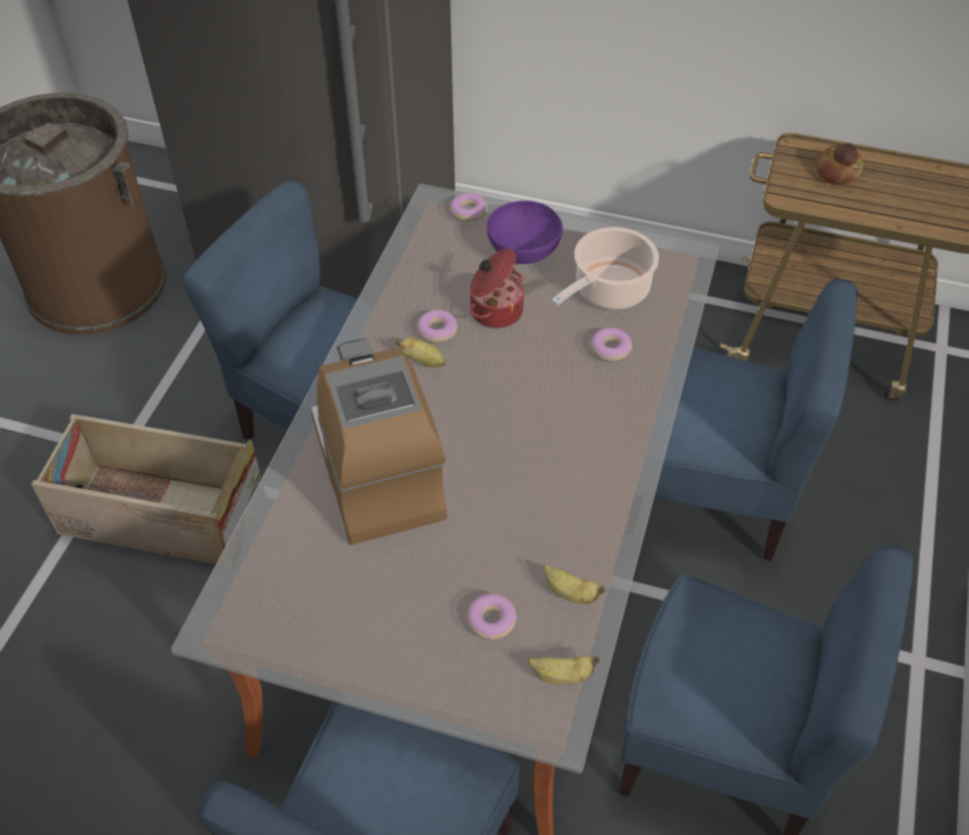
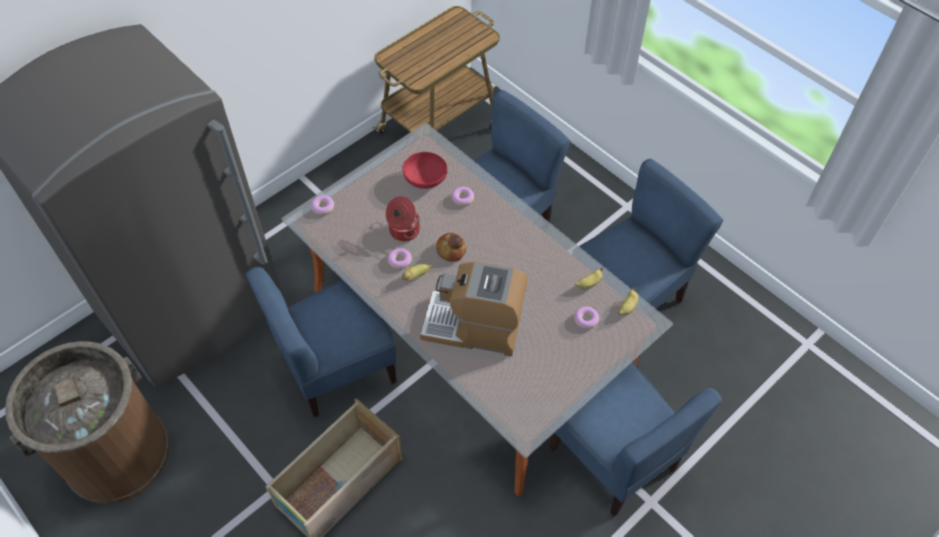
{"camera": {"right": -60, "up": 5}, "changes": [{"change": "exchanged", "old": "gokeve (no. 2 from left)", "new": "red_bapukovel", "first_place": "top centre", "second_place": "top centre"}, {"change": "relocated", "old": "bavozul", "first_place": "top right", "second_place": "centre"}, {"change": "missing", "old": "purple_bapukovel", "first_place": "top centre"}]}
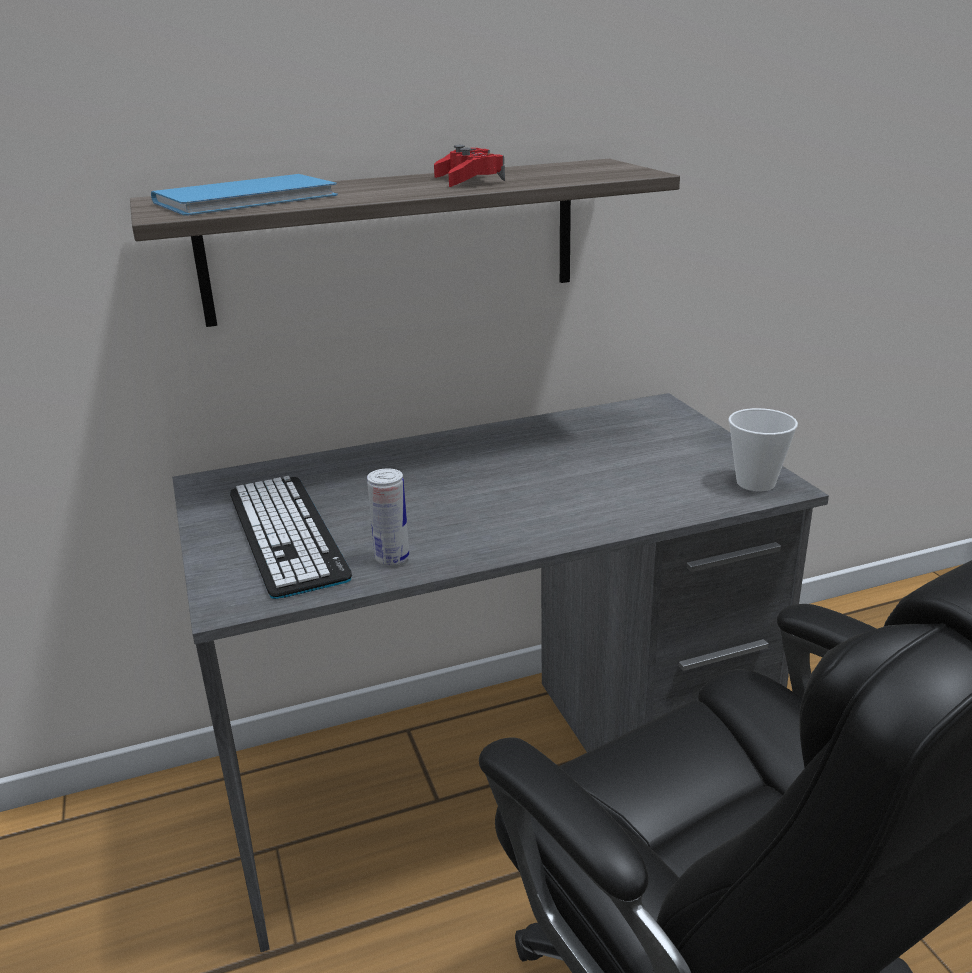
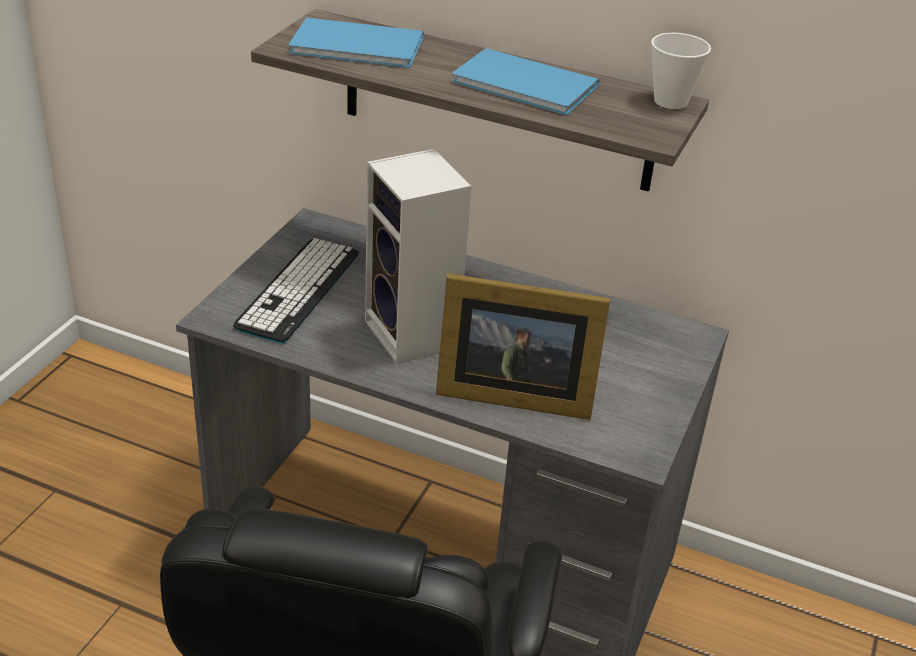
{"camera": {"right": 40, "up": 10}, "changes": [{"change": "appeared", "new": "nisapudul", "second_place": "centre"}, {"change": "appeared", "new": "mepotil", "second_place": "centre"}, {"change": "exchanged", "old": "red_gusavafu", "new": "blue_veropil (no. 2 from left)", "first_place": "top centre", "second_place": "top centre"}, {"change": "relocated", "old": "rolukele", "first_place": "middle right", "second_place": "top right"}, {"change": "missing", "old": "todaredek", "first_place": "centre"}]}
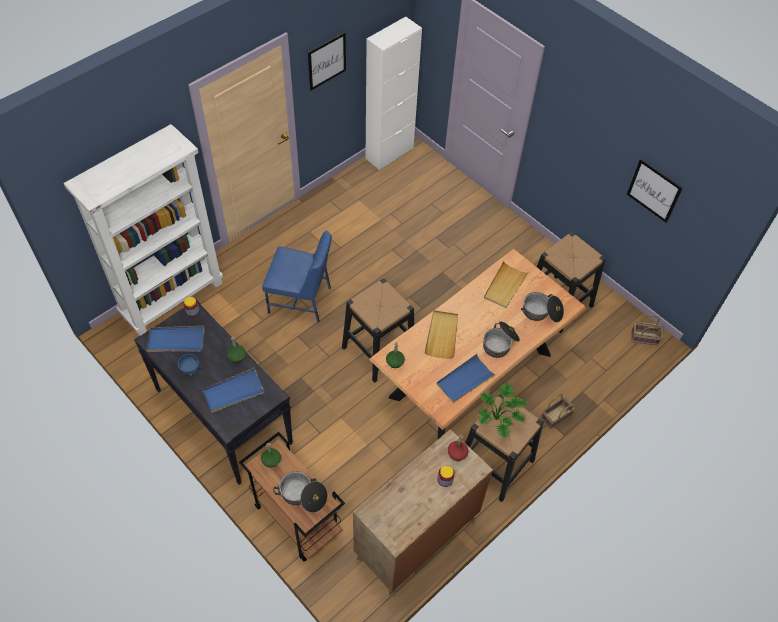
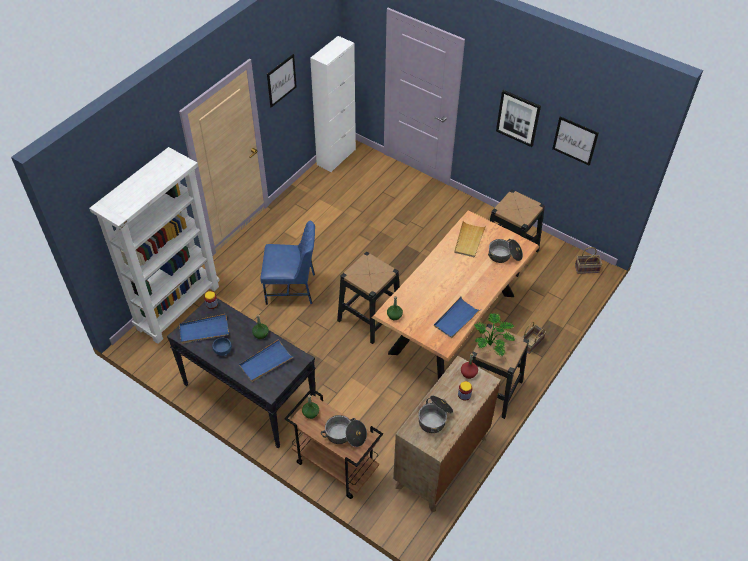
{"camera": {"right": -10, "up": -5}, "changes": [{"change": "relocated", "old": "gokeve (no. 2 from left)", "first_place": "centre", "second_place": "bottom centre"}, {"change": "appeared", "new": "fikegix (no. 2 from left)", "second_place": "top right"}, {"change": "missing", "old": "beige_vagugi (no. 1 from left)", "first_place": "centre"}]}
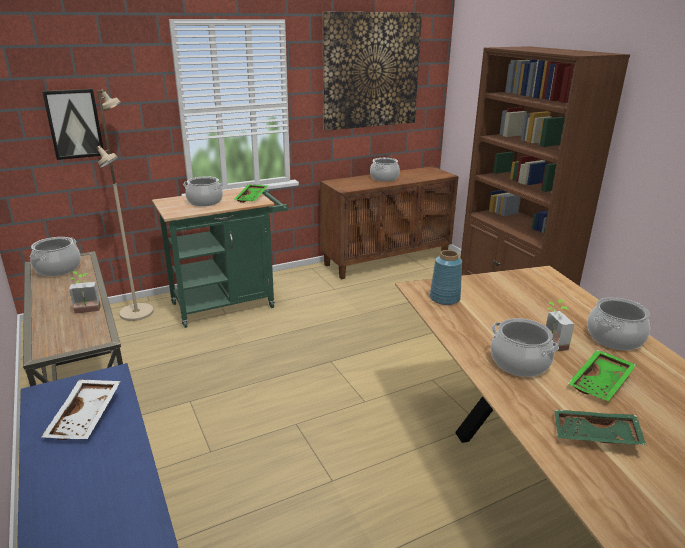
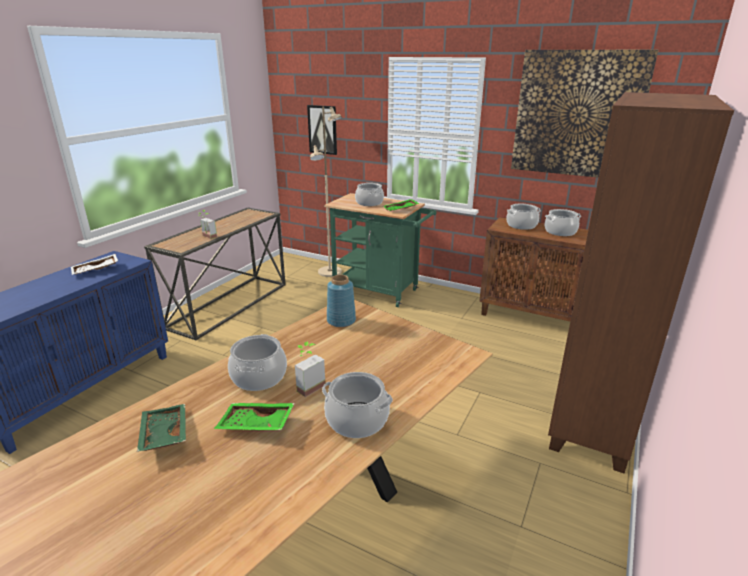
{"camera": {"right": 55, "up": 0}, "changes": [{"change": "relocated", "old": "gokeve (no. 1 from left in the first image)", "new": "gokeve (no. 4 from left)", "first_place": "middle left", "second_place": "middle right"}]}
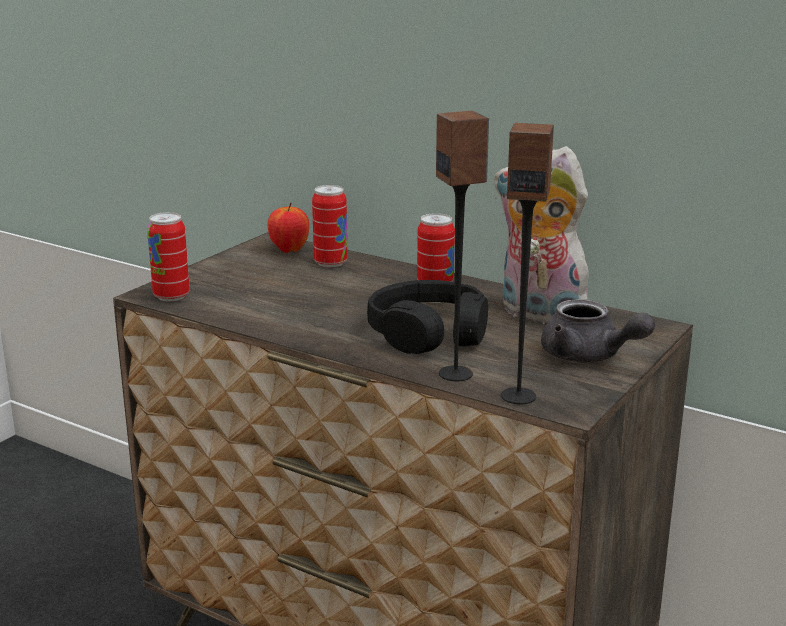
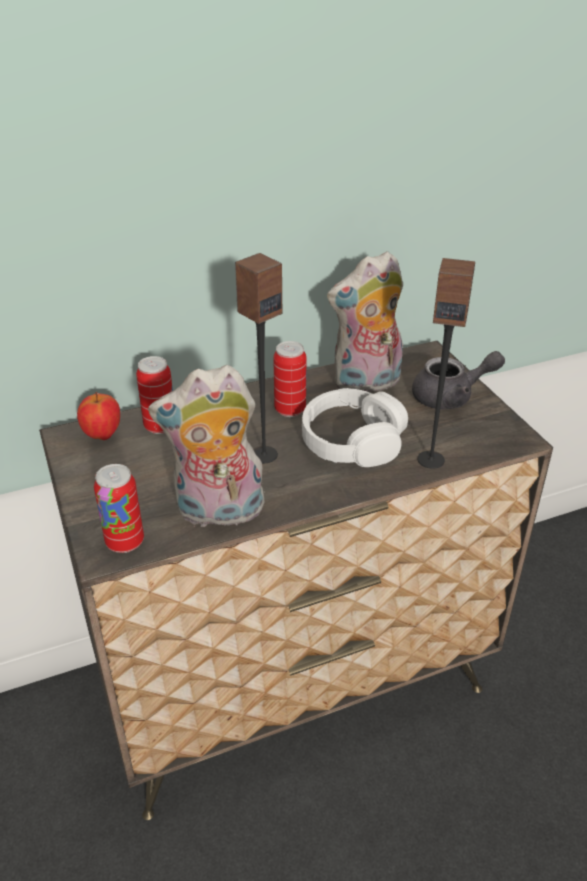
{"camera": {"right": -55, "up": 15}, "changes": [{"change": "appeared", "new": "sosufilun (no. 1 from left)", "second_place": "centre"}, {"change": "relocated", "old": "nisapudul (no. 2 from left in the first image)", "new": "nisapudul (no. 1 from left)", "first_place": "middle right", "second_place": "centre"}, {"change": "colour", "old": "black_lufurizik", "new": "white_lufurizik", "first_place": "centre", "second_place": "centre"}]}
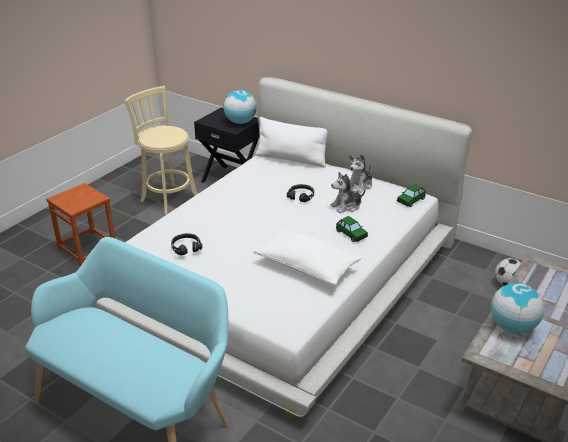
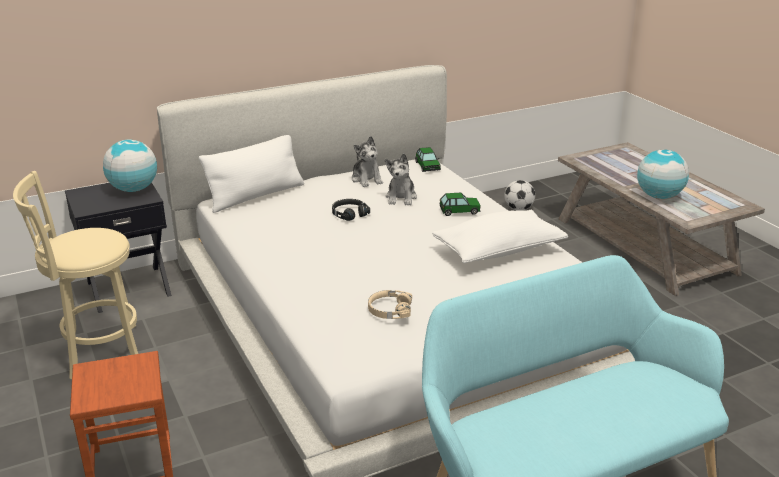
{"camera": {"right": -60, "up": -5}, "changes": [{"change": "colour", "old": "black_lufurizik (no. 1 from left)", "new": "beige_lufurizik", "first_place": "middle left", "second_place": "centre"}]}
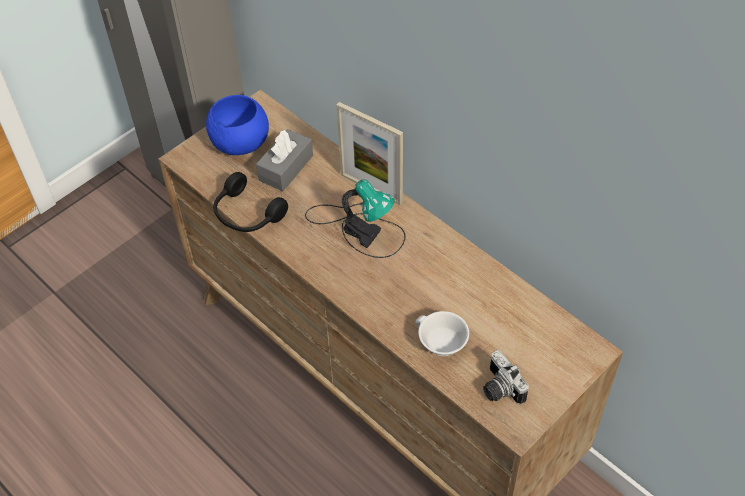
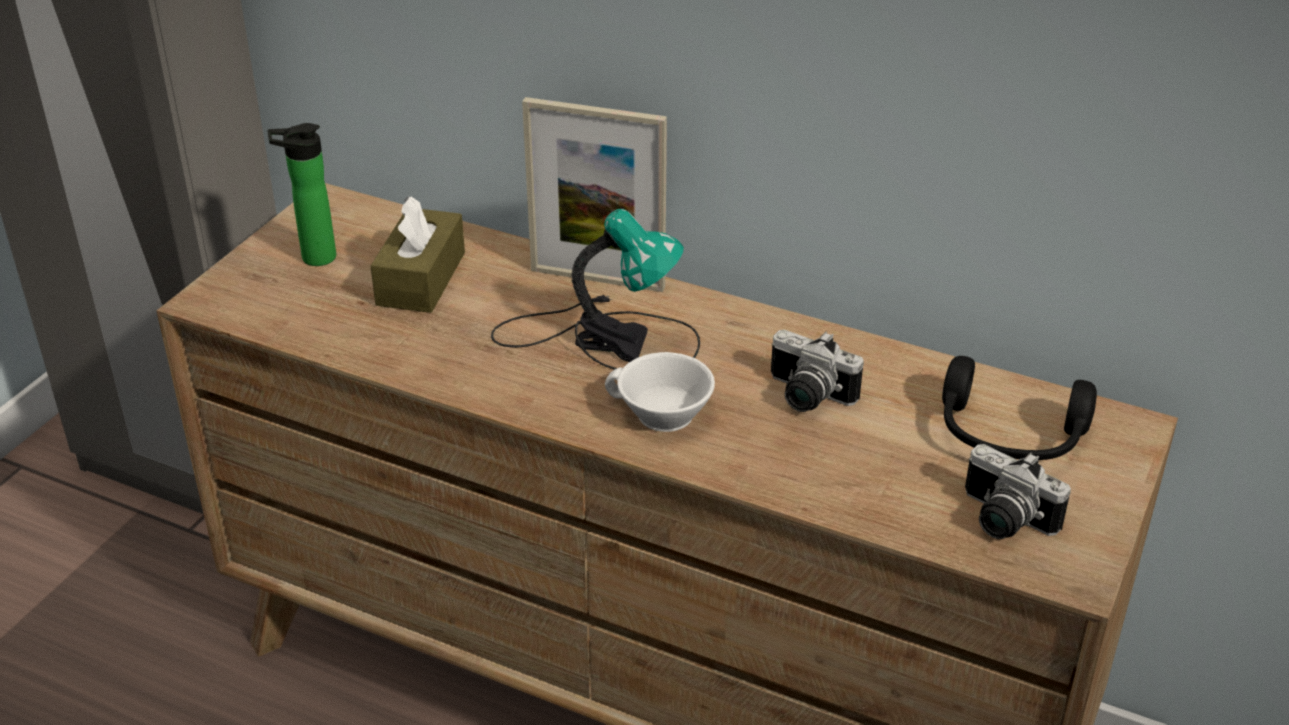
{"camera": {"right": -20, "up": -15}, "changes": [{"change": "exchanged", "old": "blue_bapukovel", "new": "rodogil", "first_place": "top left", "second_place": "top left"}, {"change": "colour", "old": "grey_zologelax", "new": "brown_zologelax", "first_place": "top centre", "second_place": "middle left"}, {"change": "relocated", "old": "white_rolukele", "first_place": "bottom centre", "second_place": "centre"}, {"change": "appeared", "new": "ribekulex (no. 1 from left)", "second_place": "centre"}, {"change": "relocated", "old": "black_lufurizik", "first_place": "centre", "second_place": "middle right"}]}
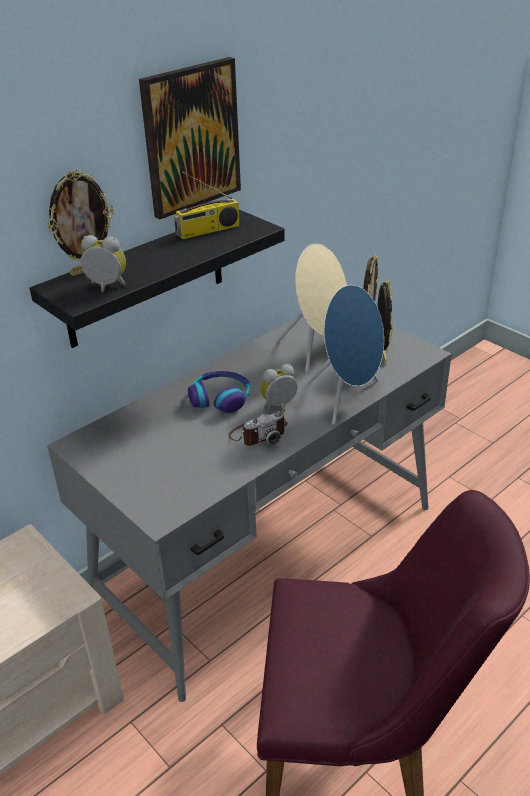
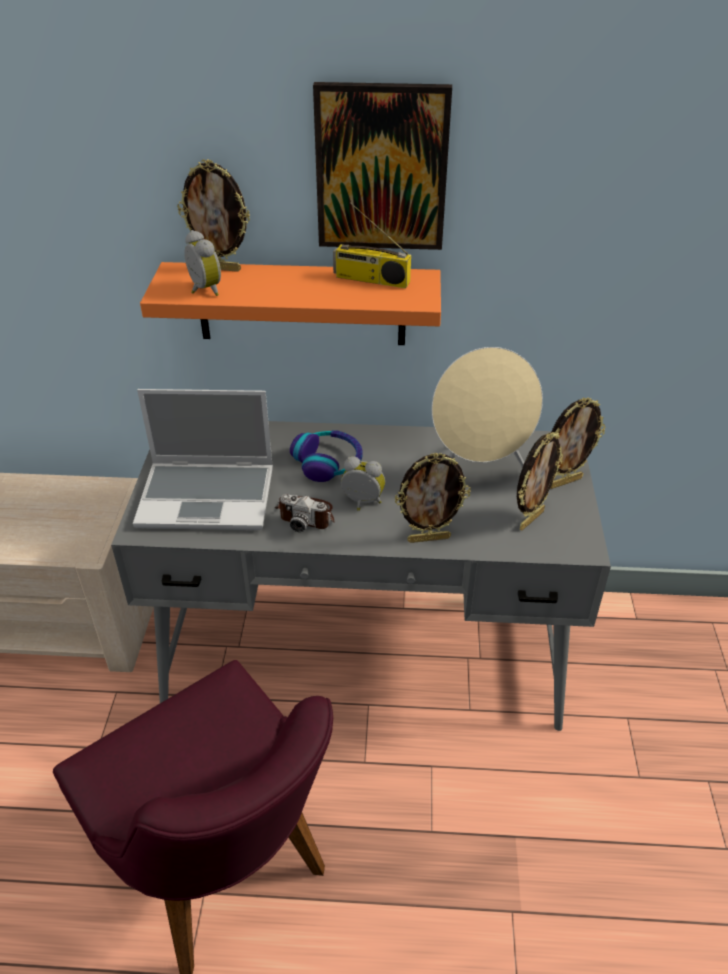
{"camera": {"right": 45, "up": 5}, "changes": [{"change": "appeared", "new": "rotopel", "second_place": "middle left"}, {"change": "colour", "old": "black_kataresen", "new": "orange_kataresen", "first_place": "middle left", "second_place": "top centre"}, {"change": "exchanged", "old": "blue_nisapudul", "new": "mepotil (no. 2 from left)", "first_place": "centre", "second_place": "centre"}]}
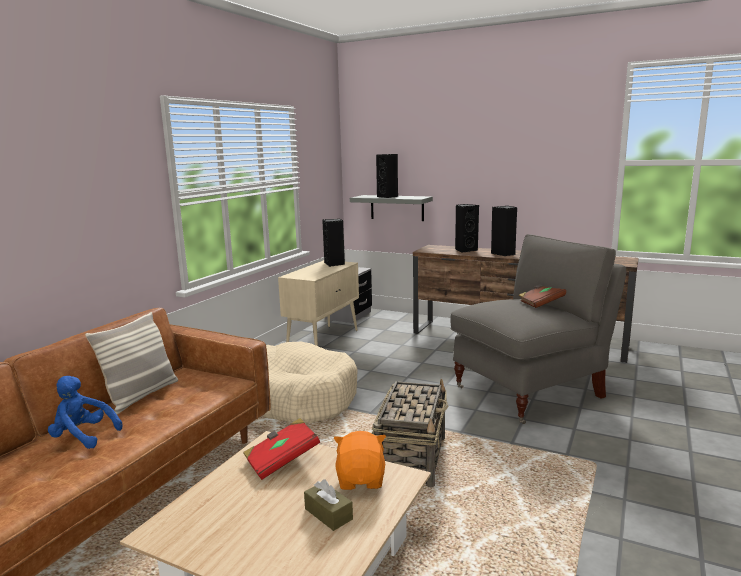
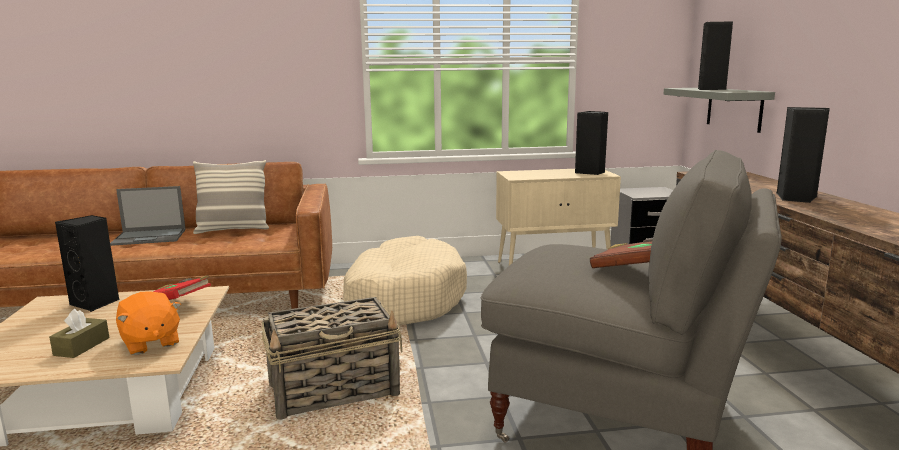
{"camera": {"right": 55, "up": 0}, "changes": [{"change": "relocated", "old": "black_nisapudul (no. 3 from left in the first image)", "new": "black_nisapudul (no. 1 from left)", "first_place": "centre", "second_place": "middle left"}, {"change": "exchanged", "old": "blue_sosufilun", "new": "rotopel", "first_place": "bottom left", "second_place": "middle left"}, {"change": "spun", "old": "orange_sosufilun", "first_place": "bottom centre", "second_place": "bottom left", "degrees": 90}]}
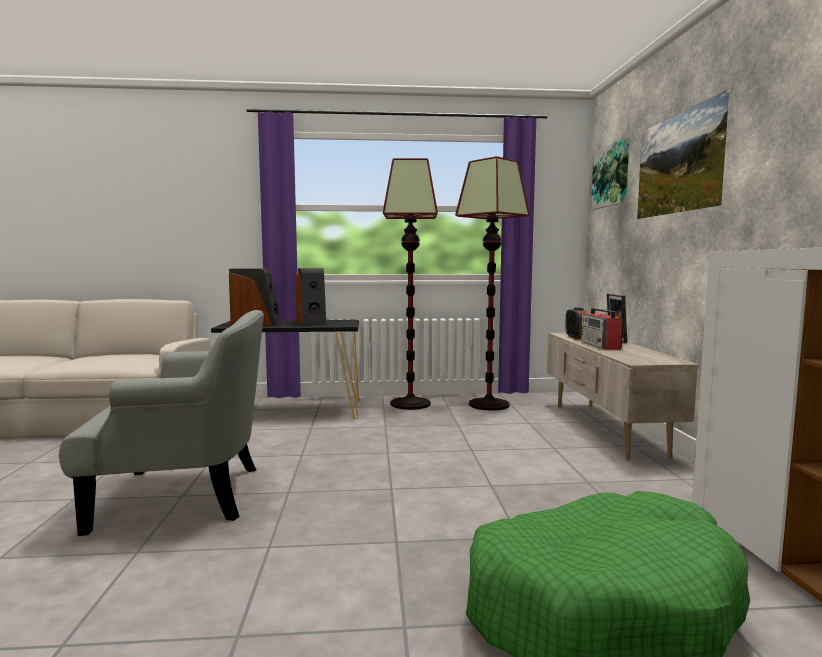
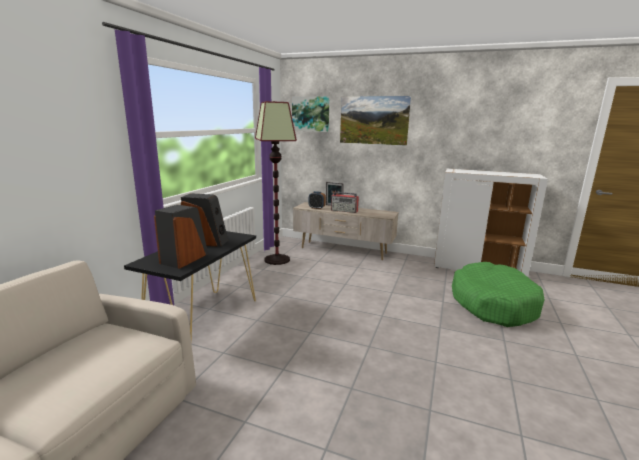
{"camera": {"right": -65, "up": 10}, "changes": [{"change": "missing", "old": "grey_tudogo", "first_place": "middle left"}, {"change": "missing", "old": "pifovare (no. 1 from left)", "first_place": "centre"}]}
